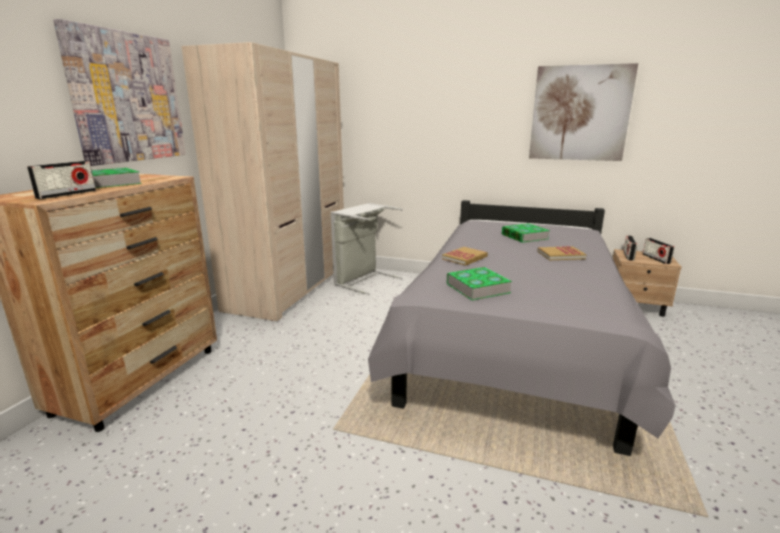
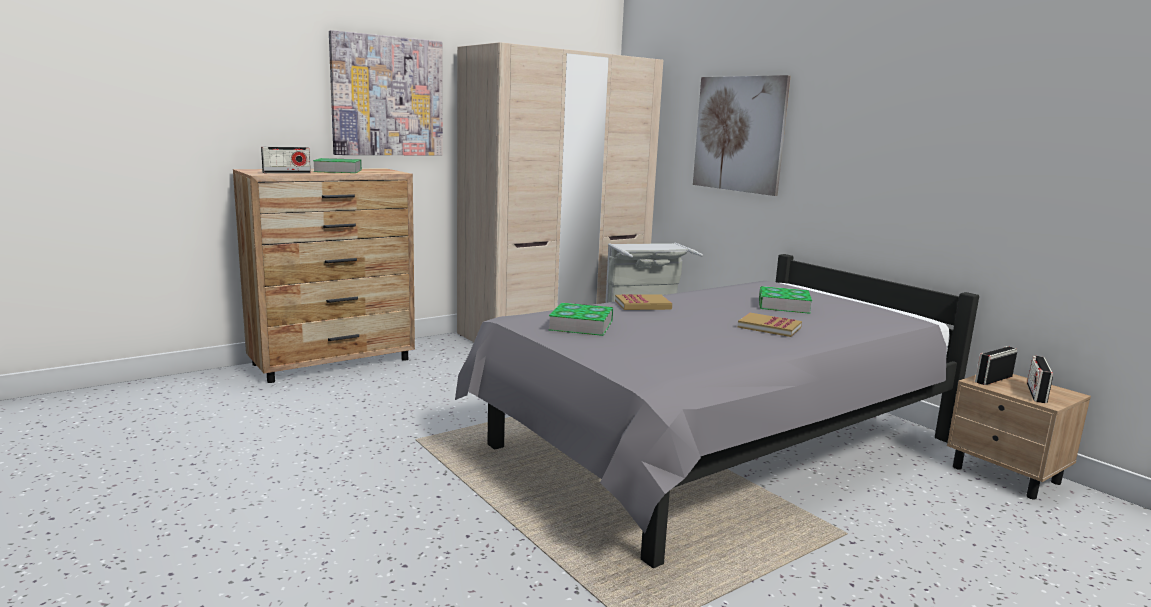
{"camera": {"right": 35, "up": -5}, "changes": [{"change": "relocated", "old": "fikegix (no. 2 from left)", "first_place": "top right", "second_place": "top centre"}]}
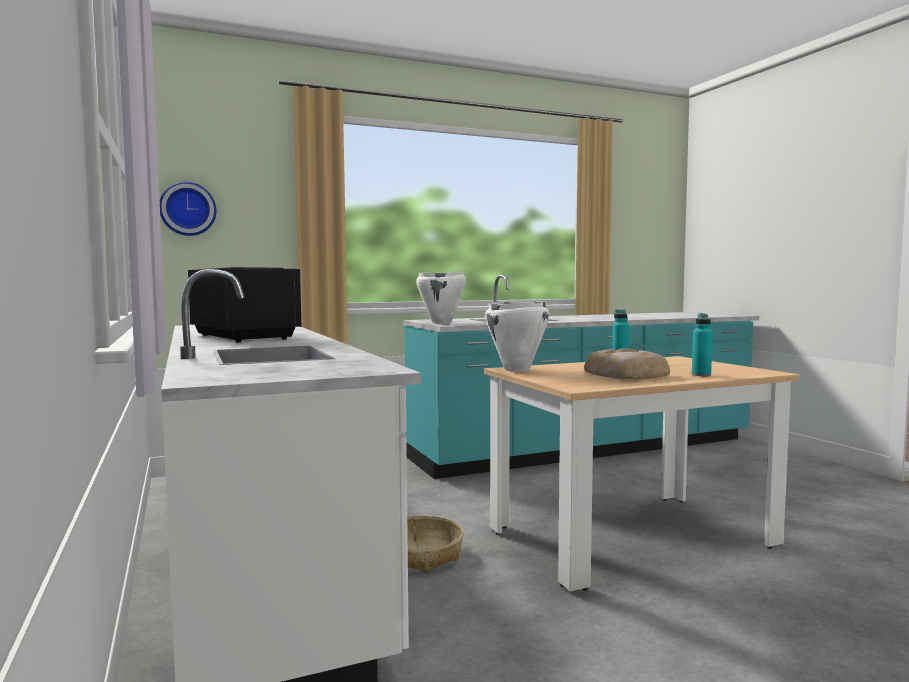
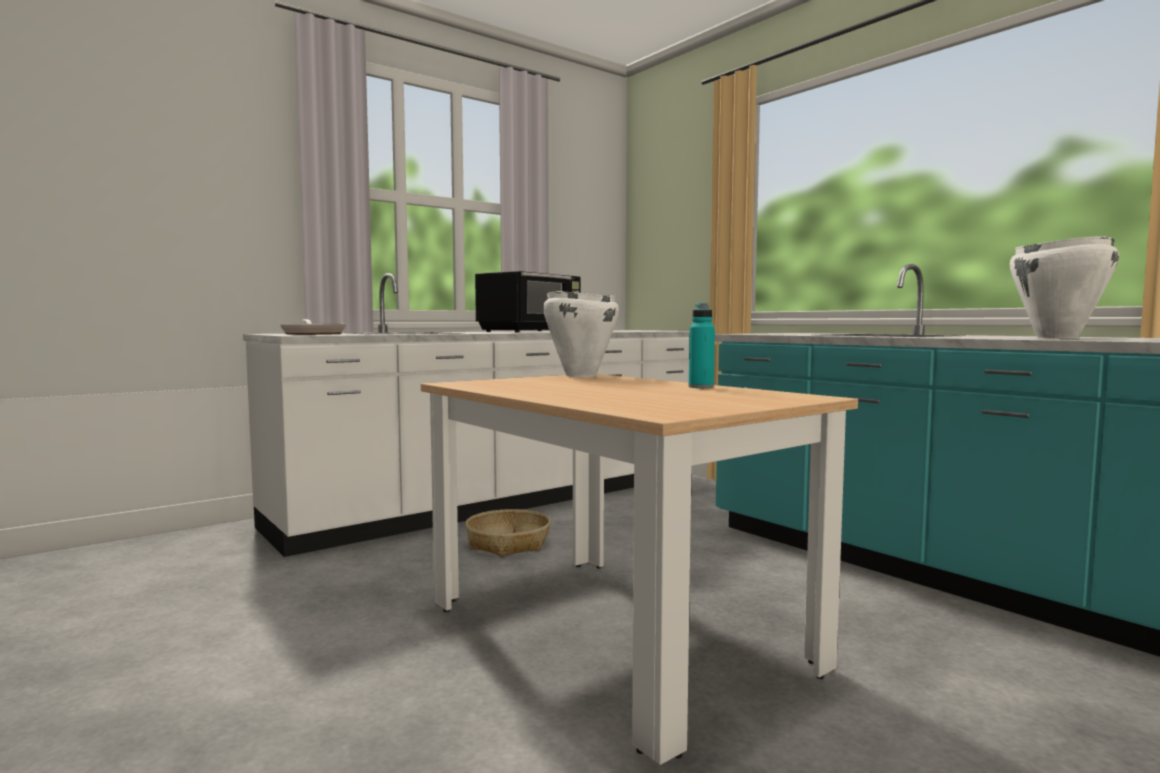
{"camera": {"right": 75, "up": 0}, "changes": [{"change": "appeared", "new": "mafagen", "second_place": "middle left"}, {"change": "relocated", "old": "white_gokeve (no. 1 from left in the first image)", "new": "white_gokeve (no. 2 from left)", "first_place": "centre", "second_place": "middle right"}, {"change": "missing", "old": "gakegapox", "first_place": "top left"}, {"change": "missing", "old": "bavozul", "first_place": "middle right"}, {"change": "missing", "old": "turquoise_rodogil (no. 2 from left)", "first_place": "middle right"}]}
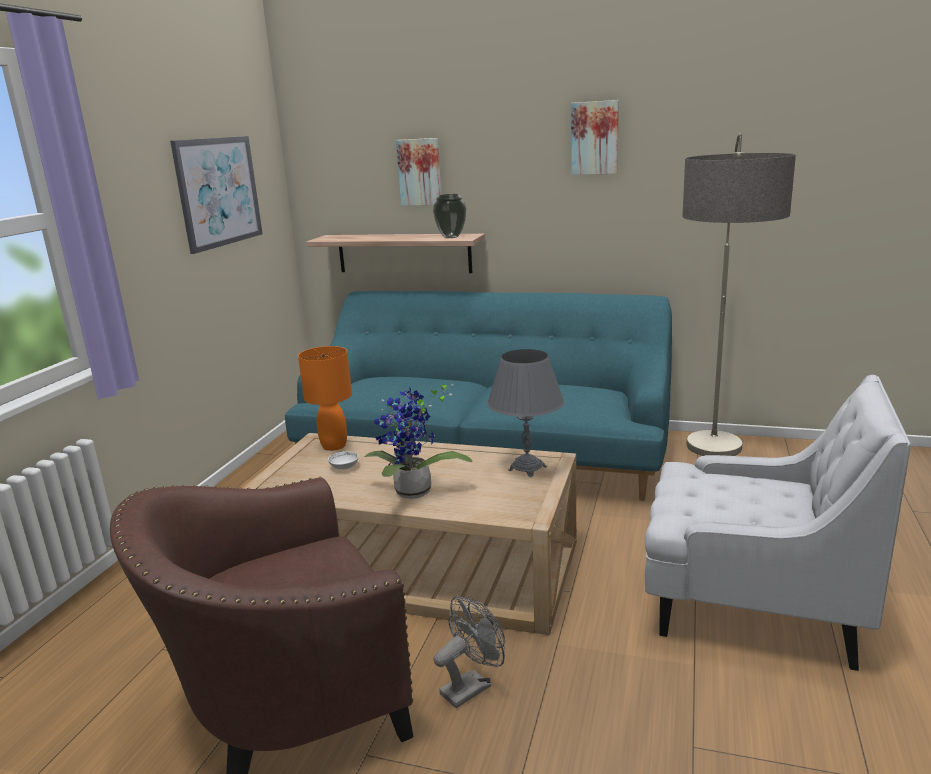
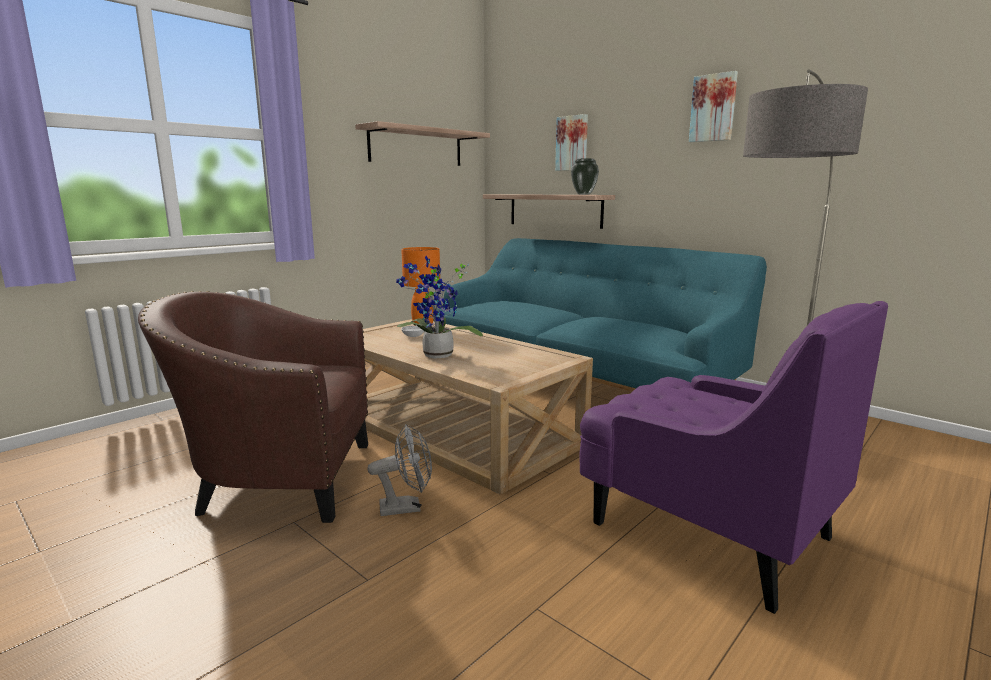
{"camera": {"right": 25, "up": -5}, "changes": [{"change": "exchanged", "old": "fikegix (no. 1 from left)", "new": "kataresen (no. 1 from left)", "first_place": "top left", "second_place": "top centre"}, {"change": "colour", "old": "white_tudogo", "new": "purple_tudogo", "first_place": "bottom right", "second_place": "bottom right"}, {"change": "missing", "old": "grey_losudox", "first_place": "centre"}]}
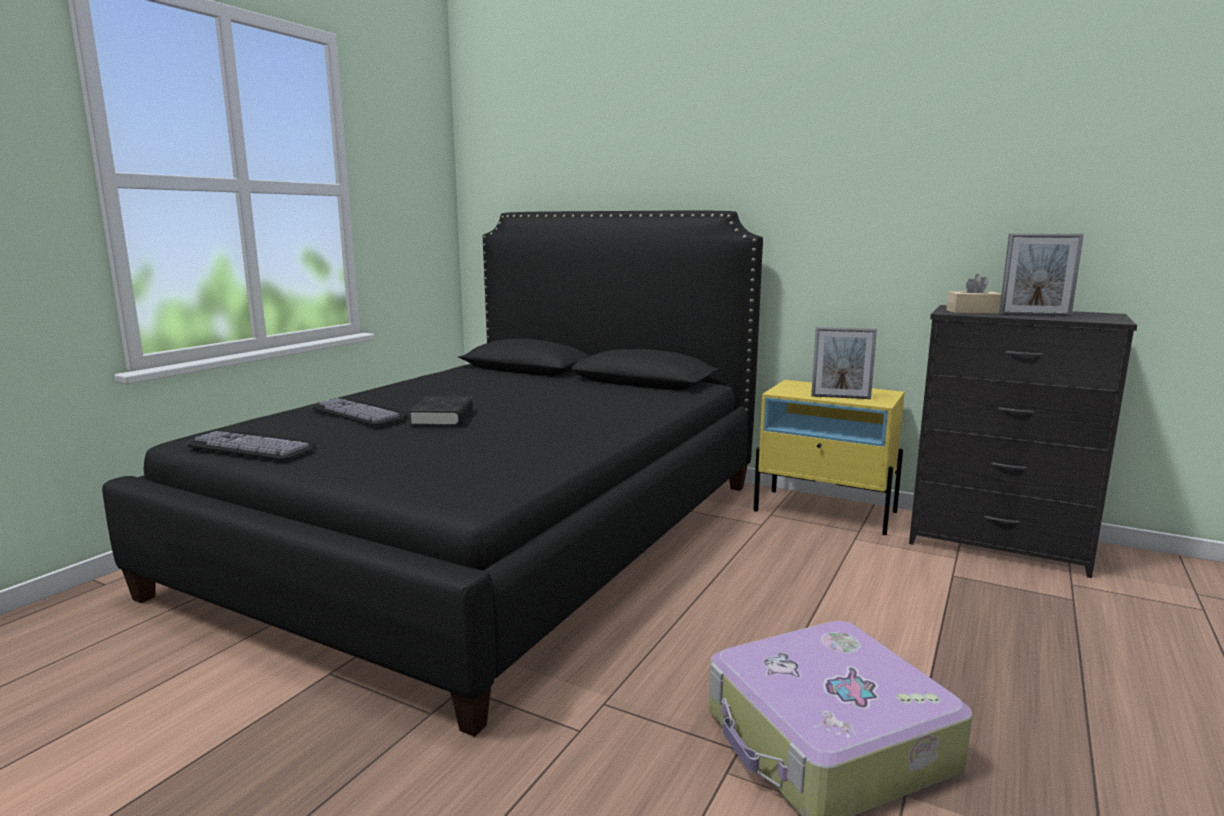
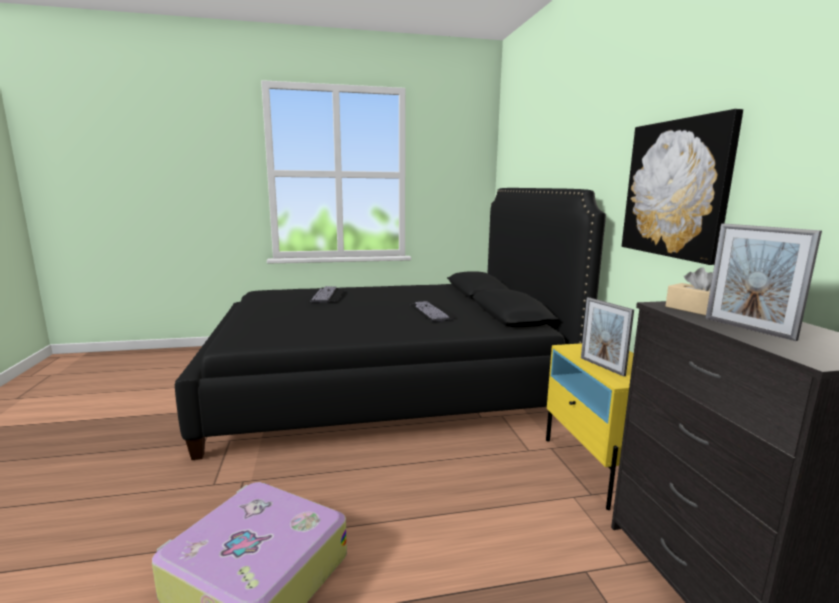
{"camera": {"right": 50, "up": 0}, "changes": [{"change": "relocated", "old": "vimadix (no. 1 from left in the first image)", "new": "vimadix (no. 2 from left)", "first_place": "middle left", "second_place": "centre"}, {"change": "appeared", "new": "fikegix", "second_place": "top right"}, {"change": "missing", "old": "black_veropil", "first_place": "centre"}]}
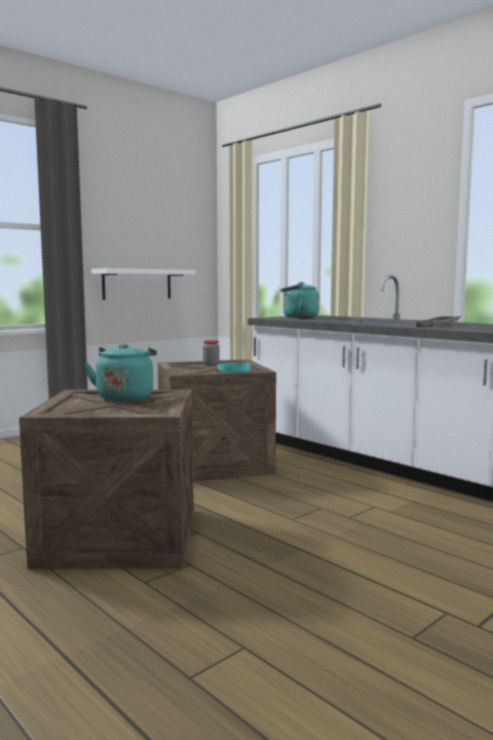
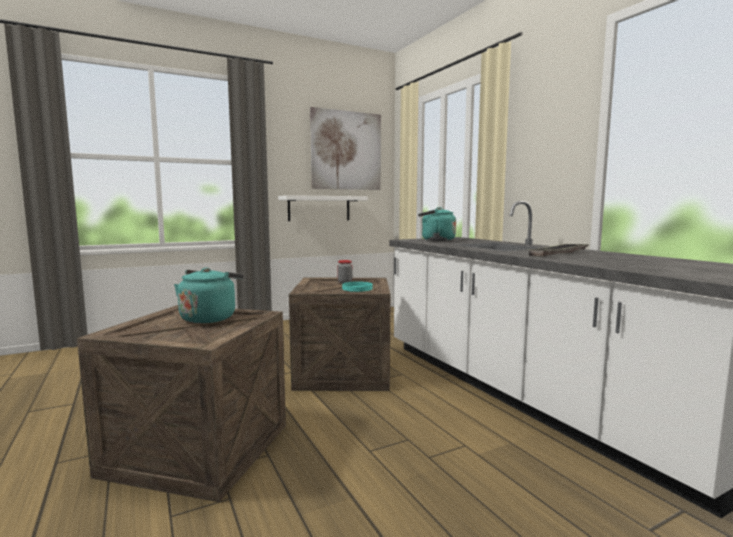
{"camera": {"right": 15, "up": 0}, "changes": [{"change": "appeared", "new": "fikegix", "second_place": "top centre"}]}
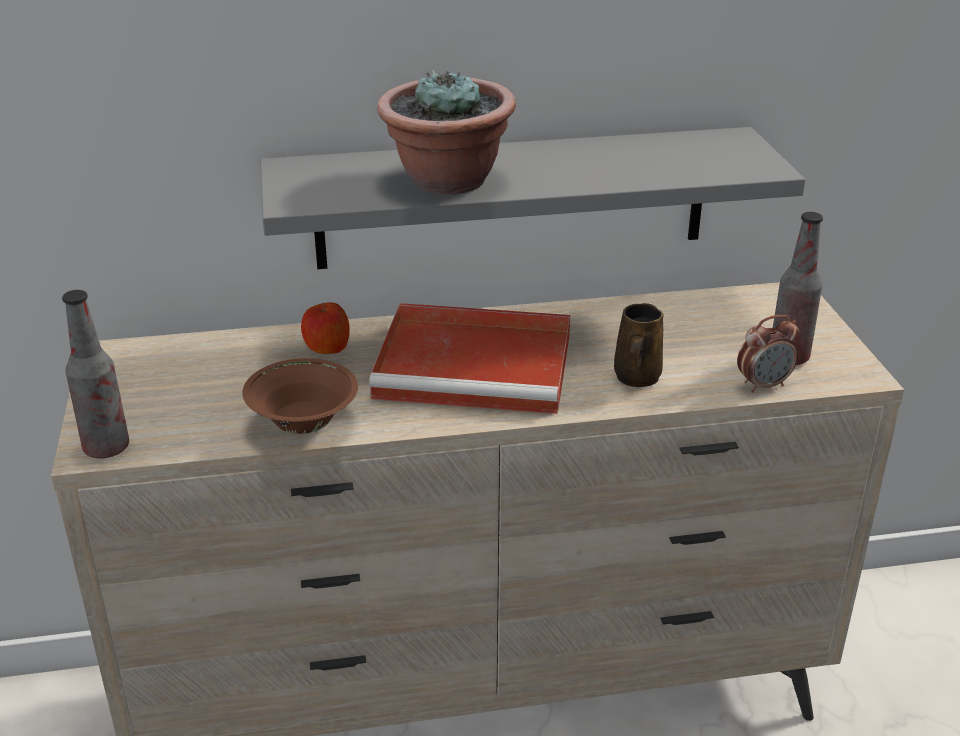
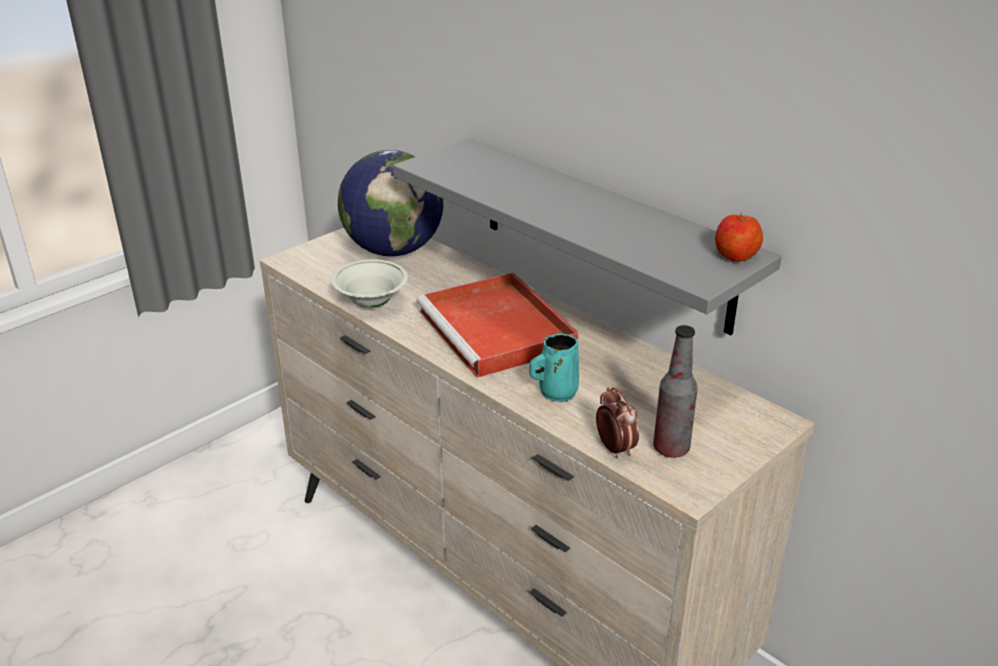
{"camera": {"right": 55, "up": 0}, "changes": [{"change": "colour", "old": "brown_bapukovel", "new": "white_bapukovel", "first_place": "middle left", "second_place": "centre"}, {"change": "appeared", "new": "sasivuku", "second_place": "top centre"}, {"change": "colour", "old": "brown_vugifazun", "new": "turquoise_vugifazun", "first_place": "centre", "second_place": "centre"}, {"change": "spun", "old": "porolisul", "first_place": "middle right", "second_place": "centre", "degrees": -150}, {"change": "relocated", "old": "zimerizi", "first_place": "centre", "second_place": "middle right"}, {"change": "missing", "old": "rodogil (no. 1 from left)", "first_place": "middle left"}, {"change": "missing", "old": "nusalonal", "first_place": "top centre"}]}
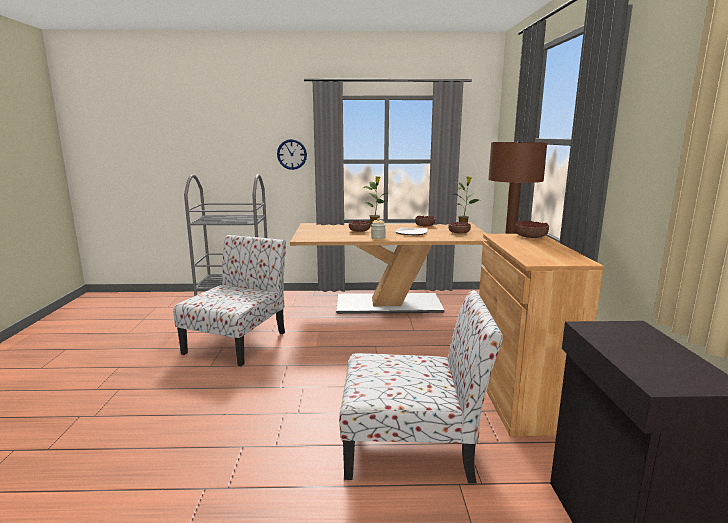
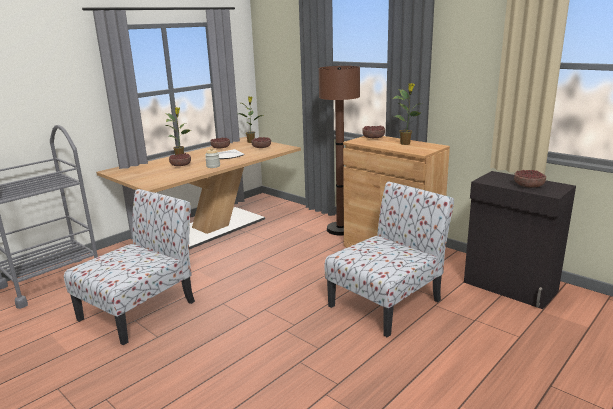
{"camera": {"right": -45, "up": 5}, "changes": [{"change": "spun", "old": "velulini (no. 1 from left)", "first_place": "middle left", "second_place": "middle left", "degrees": 60}, {"change": "appeared", "new": "nusalonal (no. 3 from left)", "second_place": "top centre"}, {"change": "appeared", "new": "bapukovel (no. 5 from left)", "second_place": "middle right"}, {"change": "missing", "old": "gakegapox", "first_place": "top centre"}]}
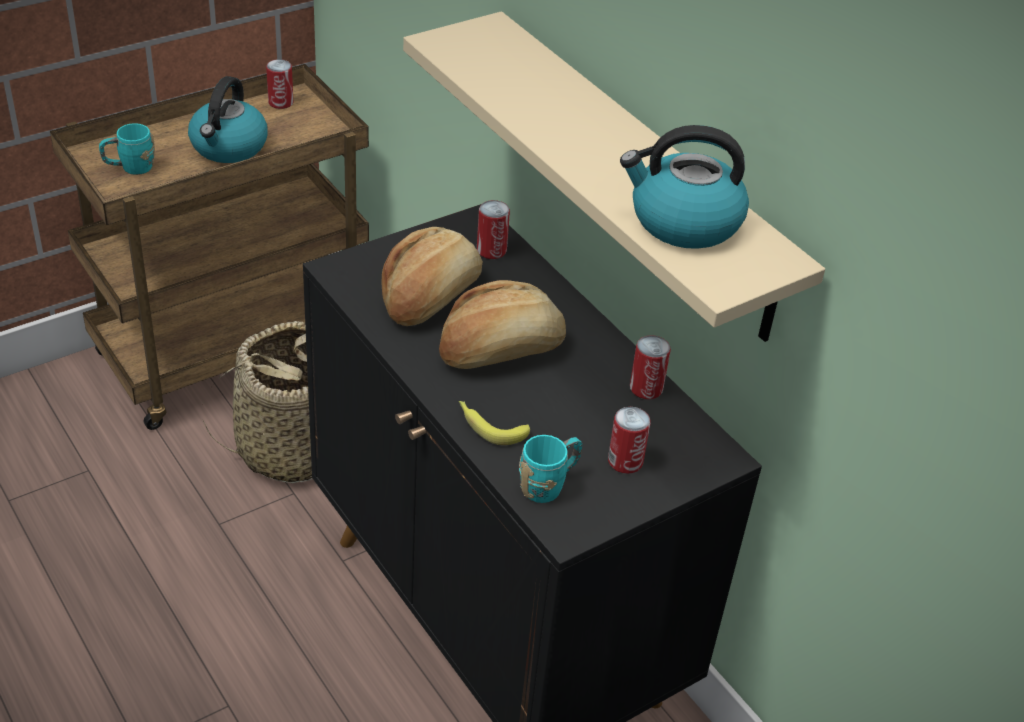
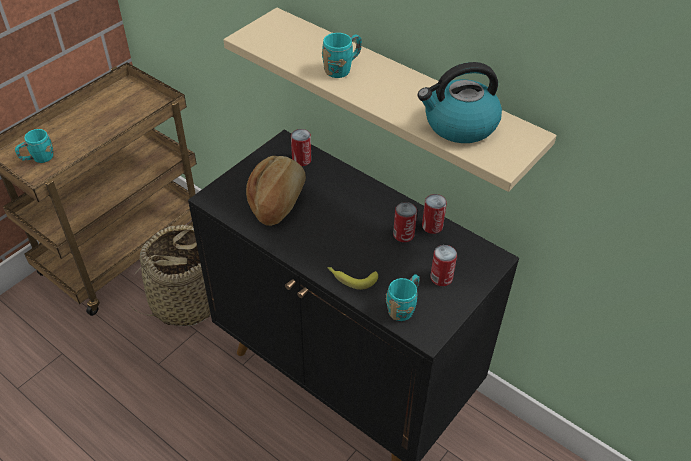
{"camera": {"right": -15, "up": 5}, "changes": [{"change": "appeared", "new": "turquoise_vugifazun (no. 2 from left)", "second_place": "top centre"}, {"change": "relocated", "old": "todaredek (no. 1 from left in the first image)", "new": "todaredek (no. 2 from left)", "first_place": "top left", "second_place": "centre"}, {"change": "missing", "old": "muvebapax (no. 1 from left)", "first_place": "top left"}, {"change": "missing", "old": "bavozul (no. 2 from left)", "first_place": "centre"}]}
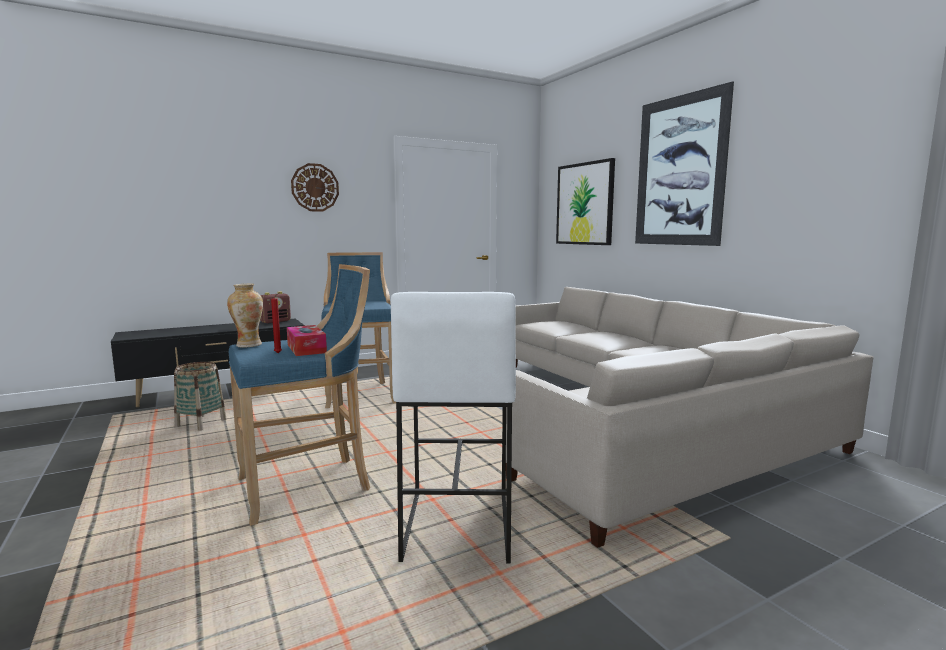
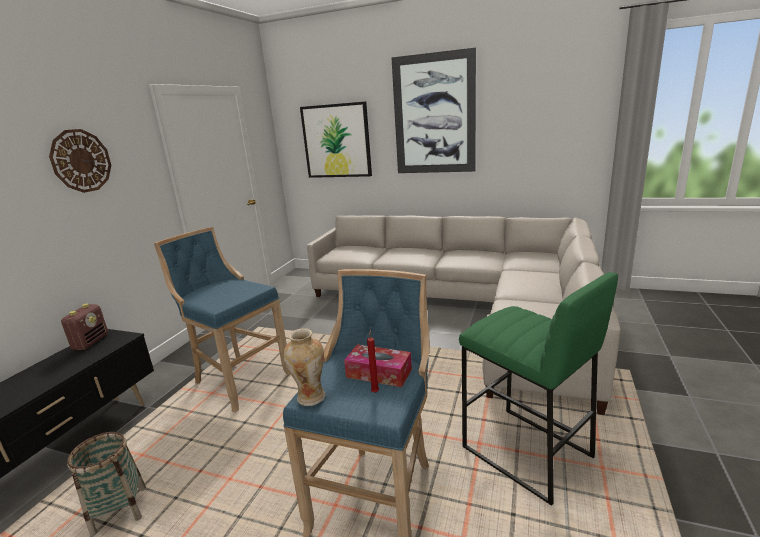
{"camera": {"right": -40, "up": 10}, "changes": [{"change": "colour", "old": "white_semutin", "new": "green_semutin", "first_place": "centre", "second_place": "bottom right"}]}
